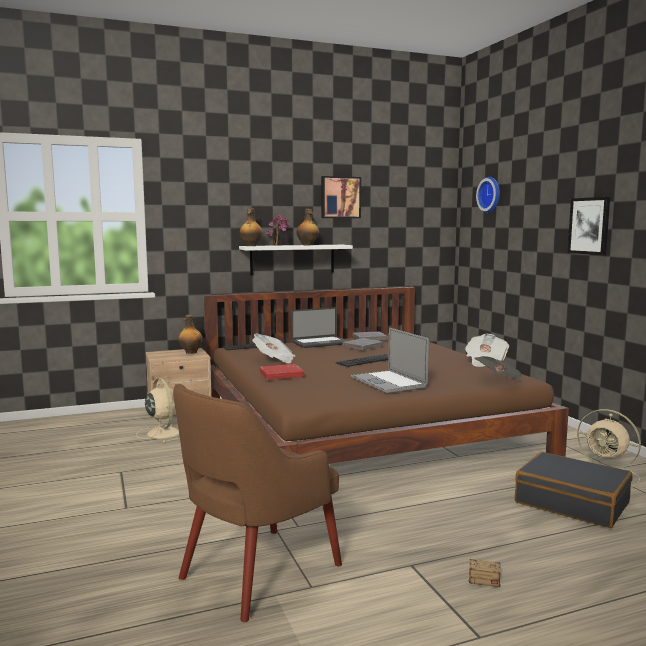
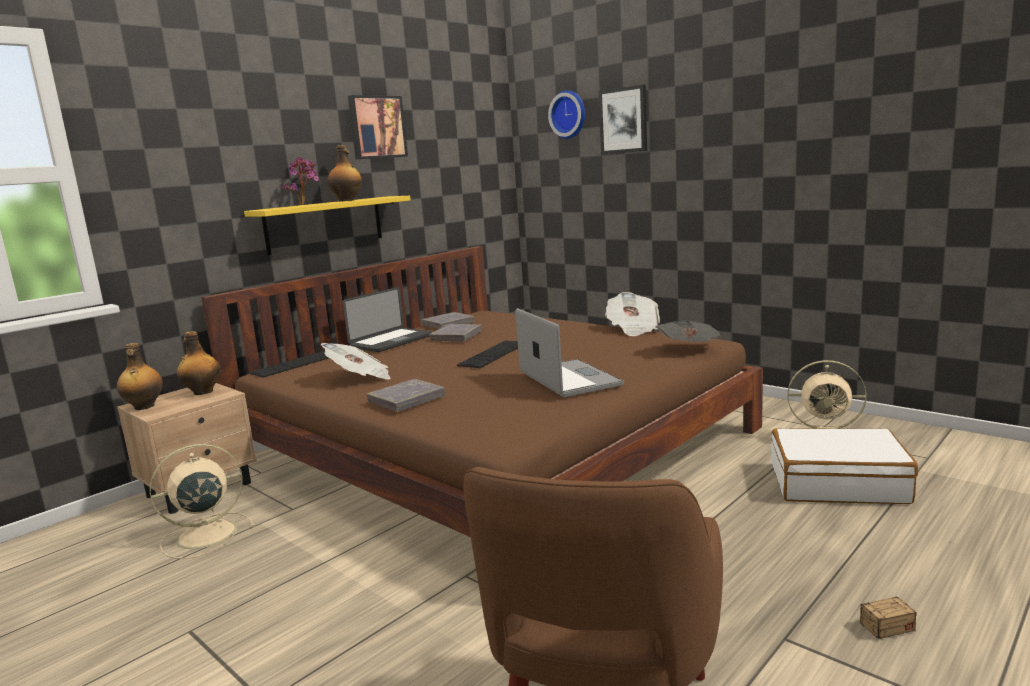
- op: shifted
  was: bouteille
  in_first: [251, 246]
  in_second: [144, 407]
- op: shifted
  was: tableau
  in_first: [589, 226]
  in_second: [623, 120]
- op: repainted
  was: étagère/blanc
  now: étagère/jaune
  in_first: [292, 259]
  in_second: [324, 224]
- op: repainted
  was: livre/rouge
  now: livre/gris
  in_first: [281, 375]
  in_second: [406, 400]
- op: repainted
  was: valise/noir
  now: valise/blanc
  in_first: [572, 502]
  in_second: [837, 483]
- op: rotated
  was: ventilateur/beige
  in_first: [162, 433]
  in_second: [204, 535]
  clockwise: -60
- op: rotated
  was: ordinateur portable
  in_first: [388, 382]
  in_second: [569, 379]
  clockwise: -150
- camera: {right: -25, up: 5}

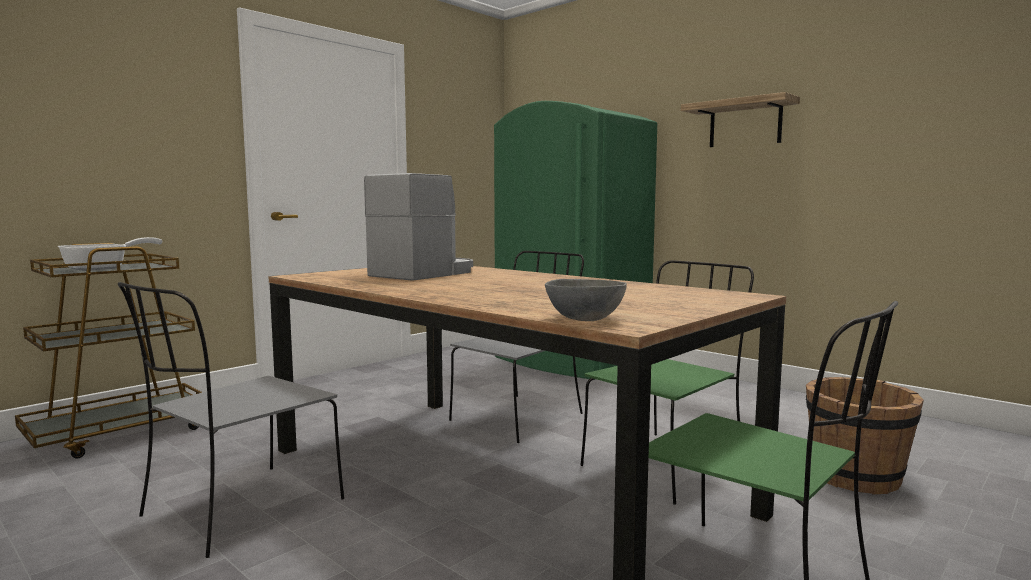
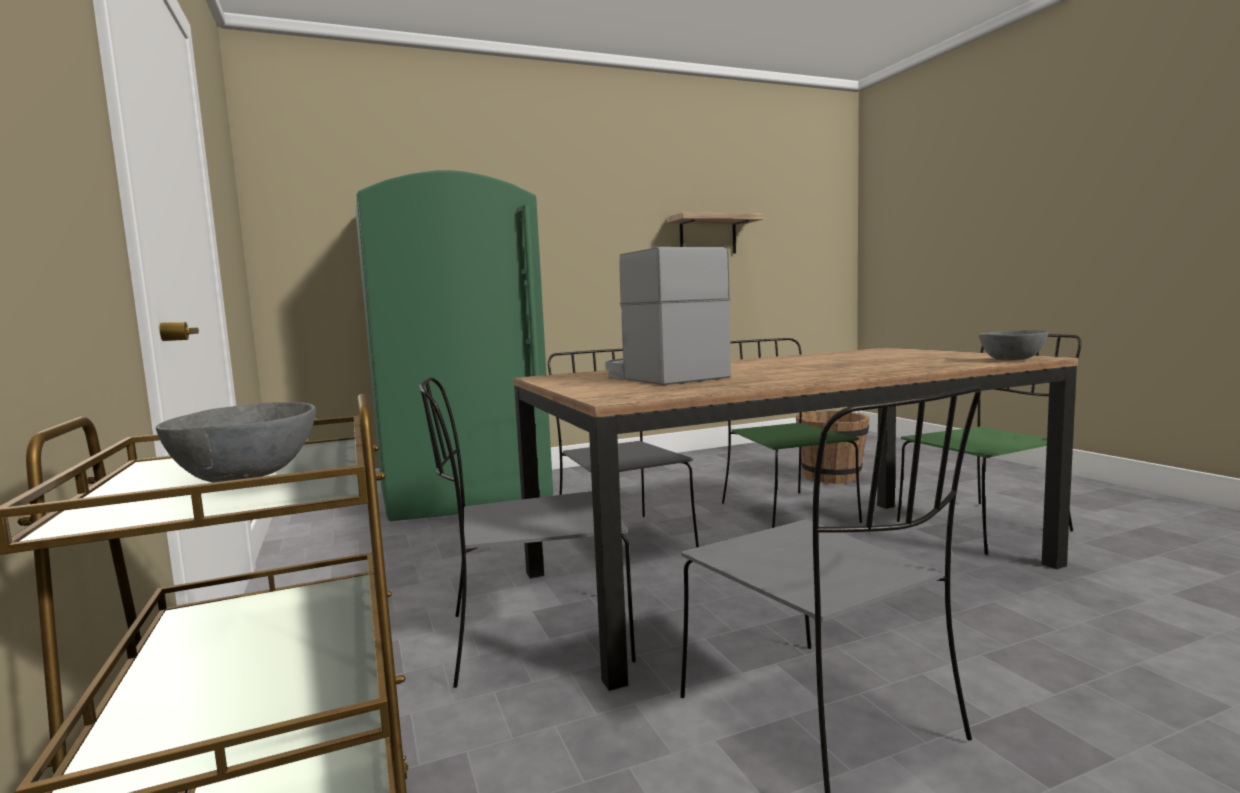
- op: new
  now: chaise/gris
  in_second: [532, 639]
- op: shifted
  was: étagère
  in_first: [745, 124]
  in_second: [707, 235]
- op: swapped
  was: poêle
  now: bol/gris
  in_first: [104, 268]
  in_second: [250, 476]
- camera: {right: -65, up: 0}

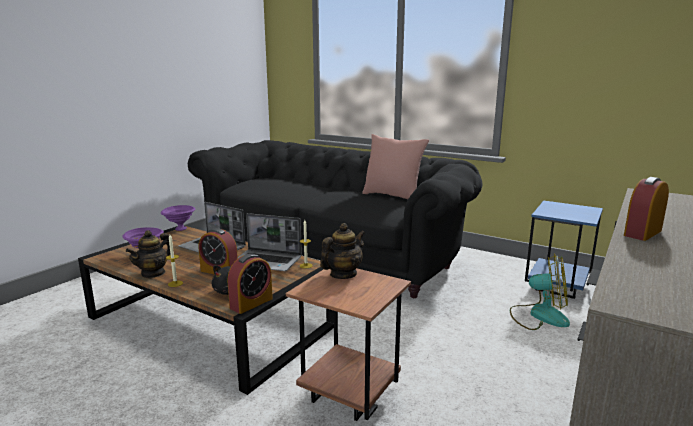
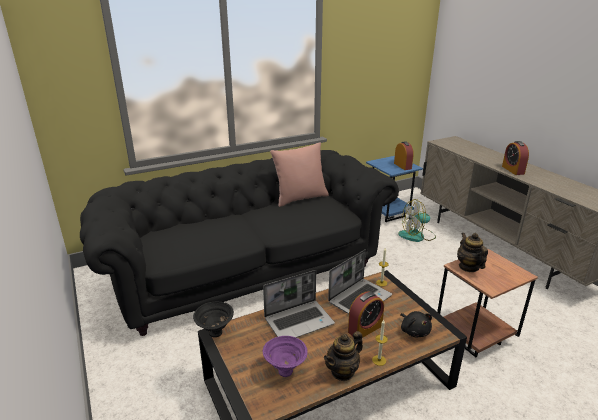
- op: shifted
  was: réveil
  in_first: [251, 303]
  in_second: [402, 166]
- op: repainted
  was: bol/violet
  now: bol/noir
  in_first: [180, 229]
  in_second: [216, 333]
- op: rotated
  was: théière
  in_first: [153, 273]
  in_second: [343, 371]
  clockwise: 75
- op: rotated
  was: ventilateur
  in_first: [539, 315]
  in_second: [417, 236]
  clockwise: -150
- camera: {right: -60, up: 10}

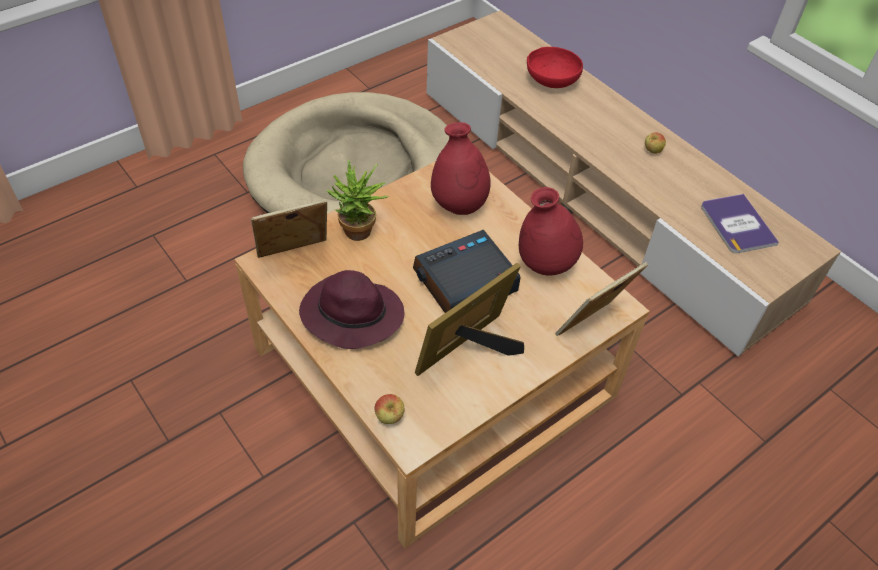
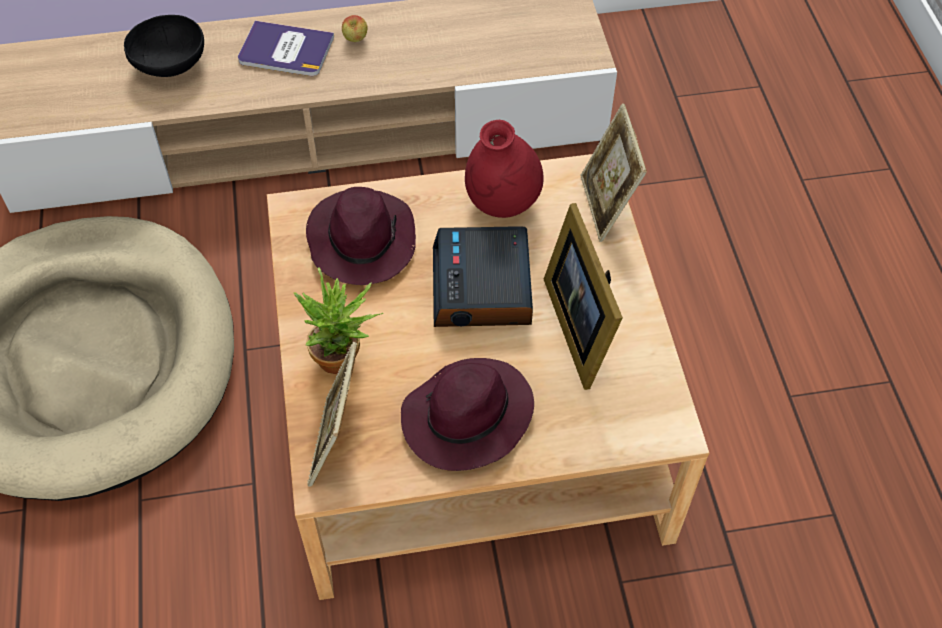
- op: gone
  was: pomme
  in_first: [389, 418]
- op: shifted
  was: livre
  in_first: [737, 224]
  in_second: [286, 50]
- op: swapped
  was: vase/rouge
  now: chapeau/violet
  in_first: [459, 205]
  in_second: [361, 240]
- op: repainted
  was: bol/rouge
  now: bol/noir
  in_first: [551, 82]
  in_second: [170, 65]
- camera: {right: -60, up: 5}

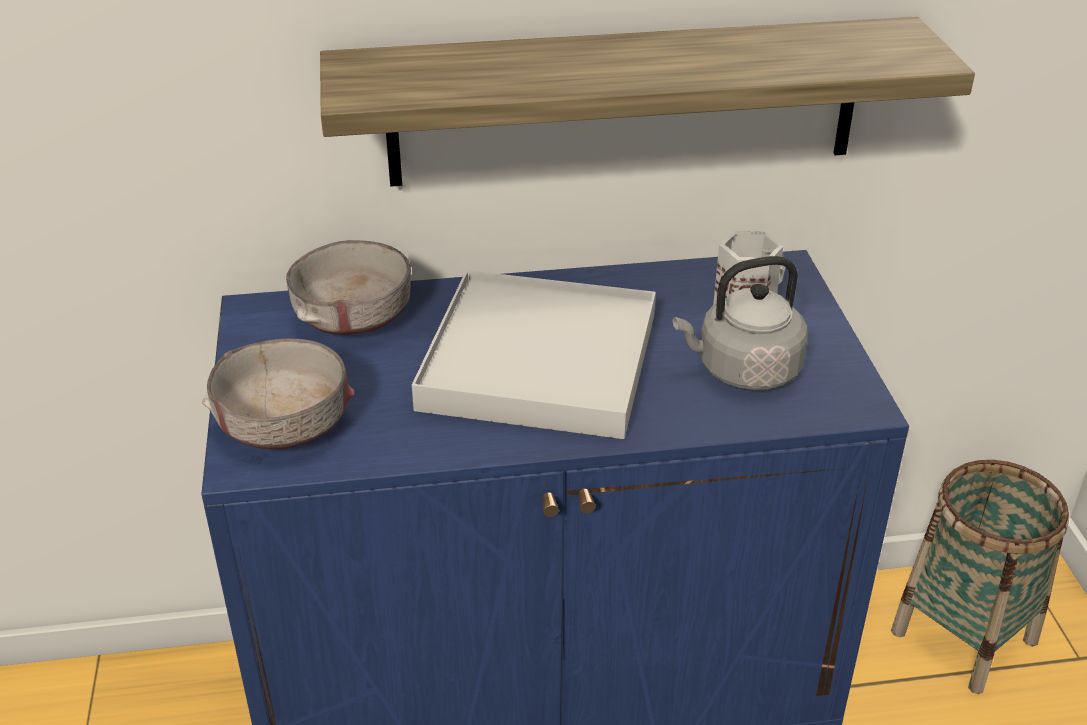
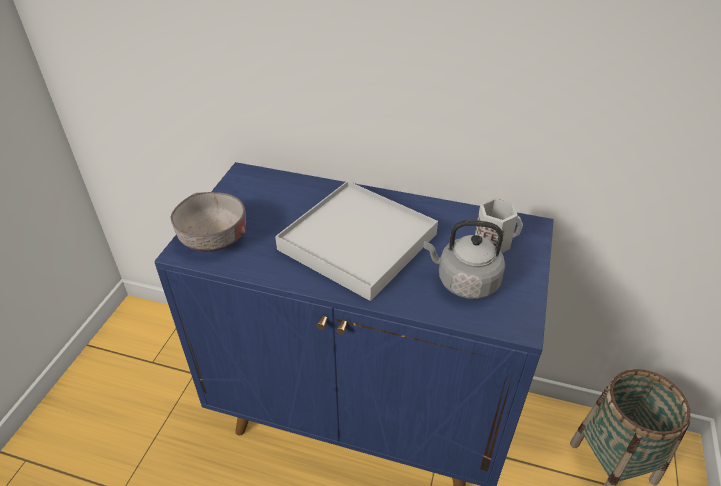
- op: gone
  was: bol/gris
  in_first: [354, 317]
- op: gone
  was: étagère
  in_first: [624, 102]
- camera: {right: 25, up: 5}

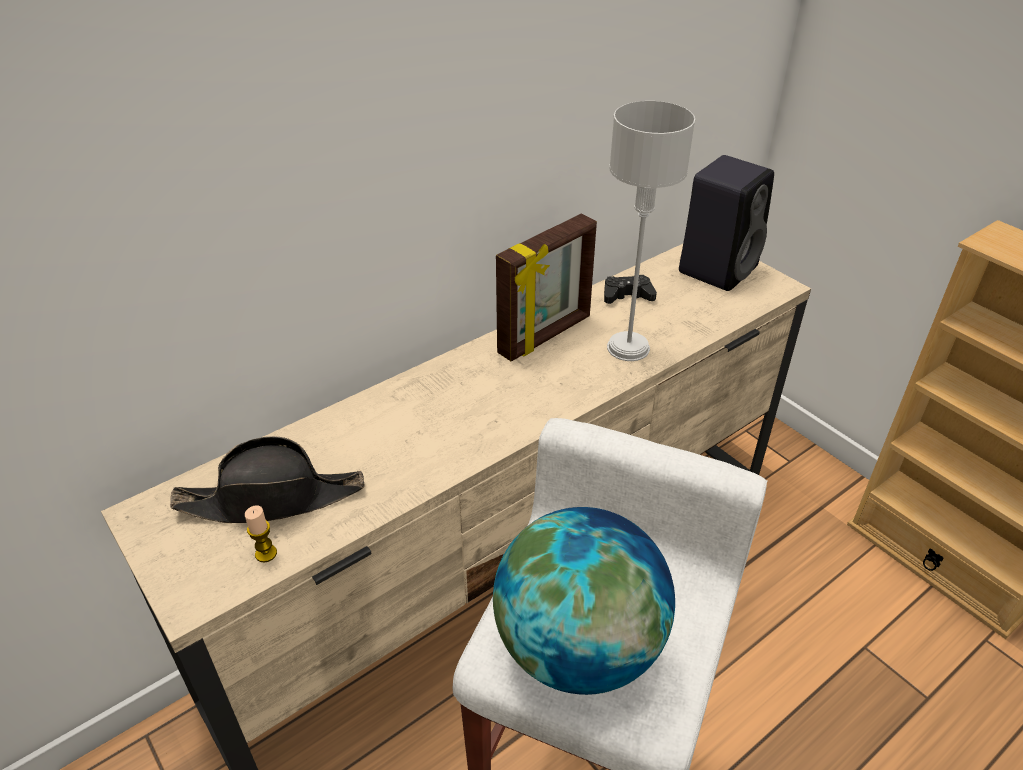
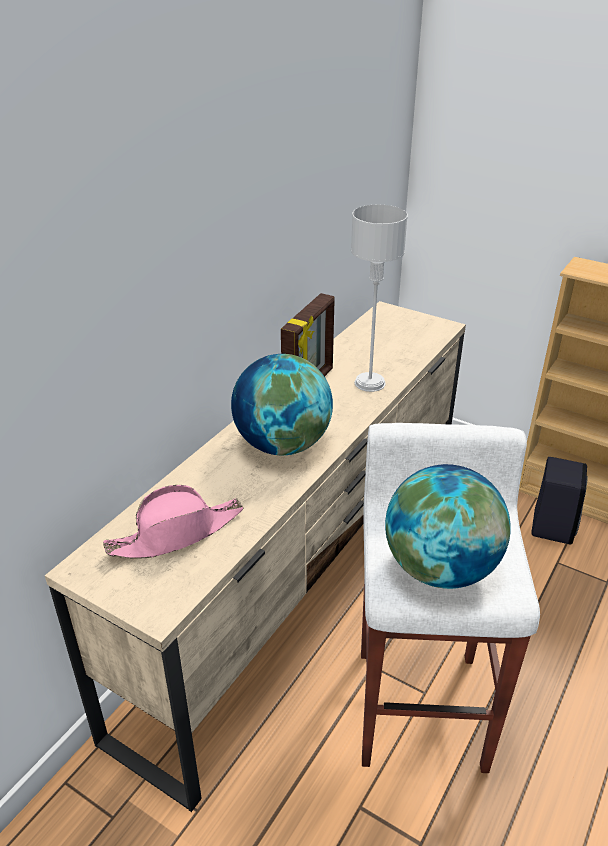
- op: gone
  was: bougie
  in_first: [266, 553]
- op: gone
  was: manette/noir
  in_first: [627, 295]
- op: new
  now: globe
  in_second: [283, 444]
- op: shifted
  was: enceinte/noir
  in_first: [718, 268]
  in_second: [552, 525]
- op: repainted
  was: chapeau/noir
  now: chapeau/rose
  in_first: [272, 499]
  in_second: [177, 533]
- camera: {right: -20, up: -5}

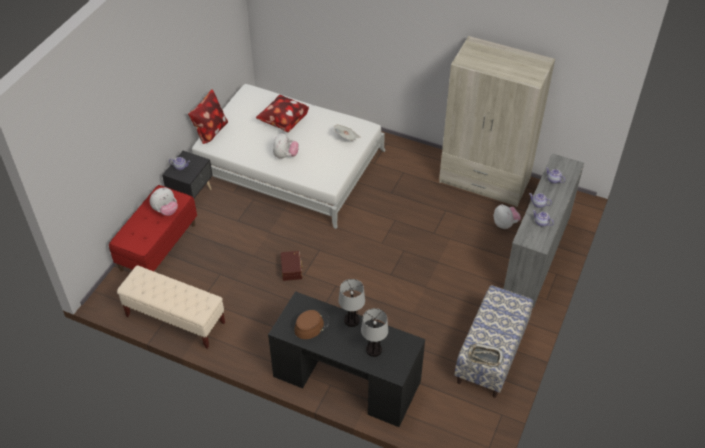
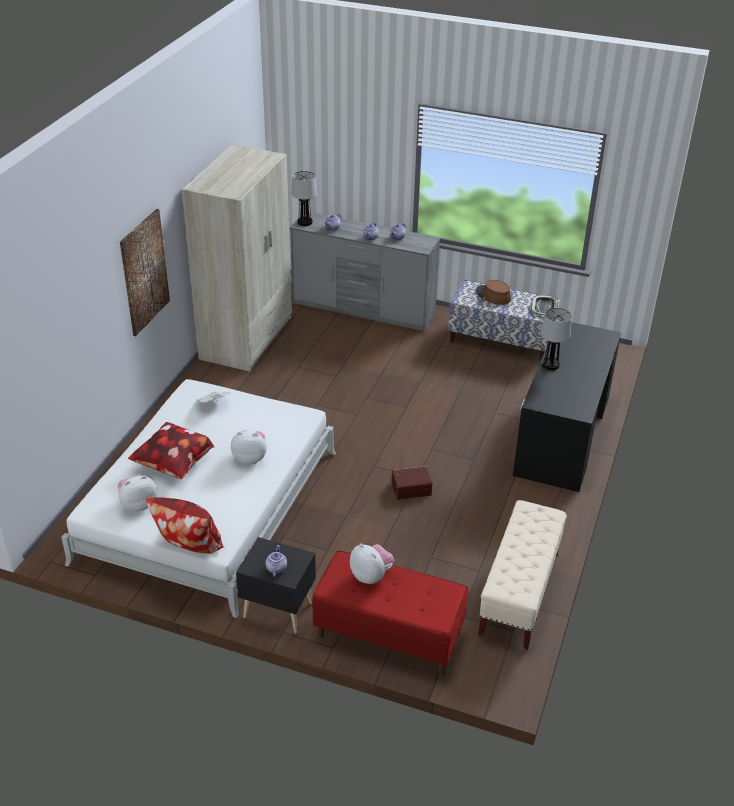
- op: new
  now: tableau
  in_second: [144, 272]
- op: shifted
  was: chapeau/marron
  in_first: [311, 325]
  in_second: [493, 295]
- op: shifted
  was: lampe de table
  in_first: [374, 350]
  in_second: [304, 222]
- op: shifted
  was: peluche
  in_first: [505, 224]
  in_second: [138, 504]
- camera: {right: -95, up: -10}

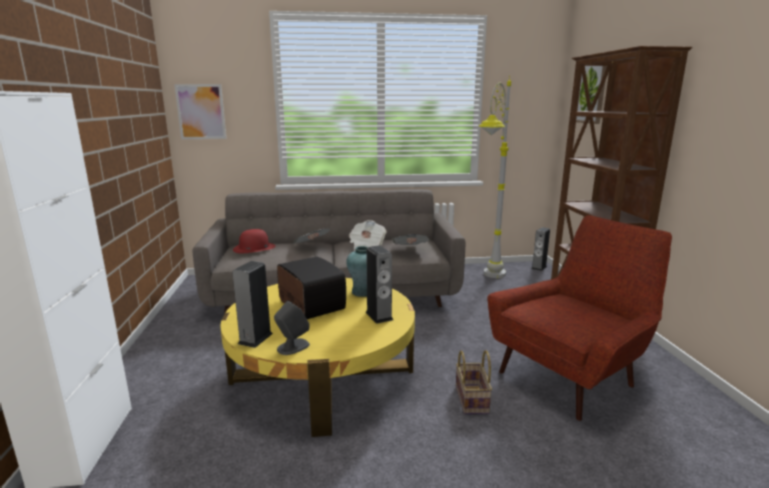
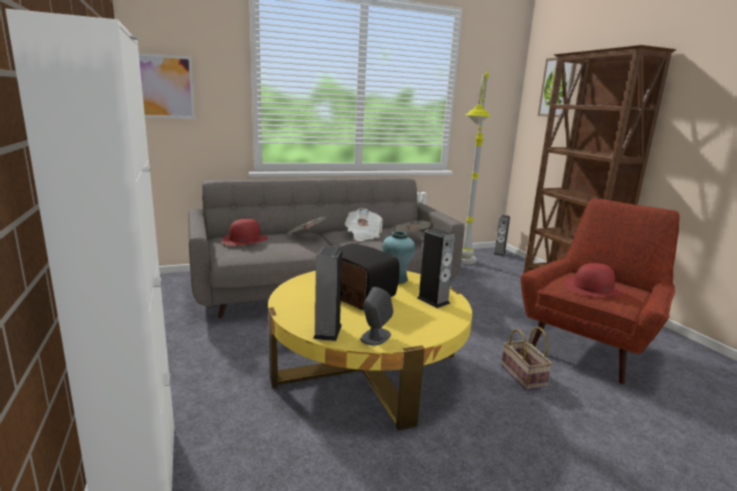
- op: new
  now: chapeau/rouge
  in_second: [593, 288]
- camera: {right: -15, up: 0}

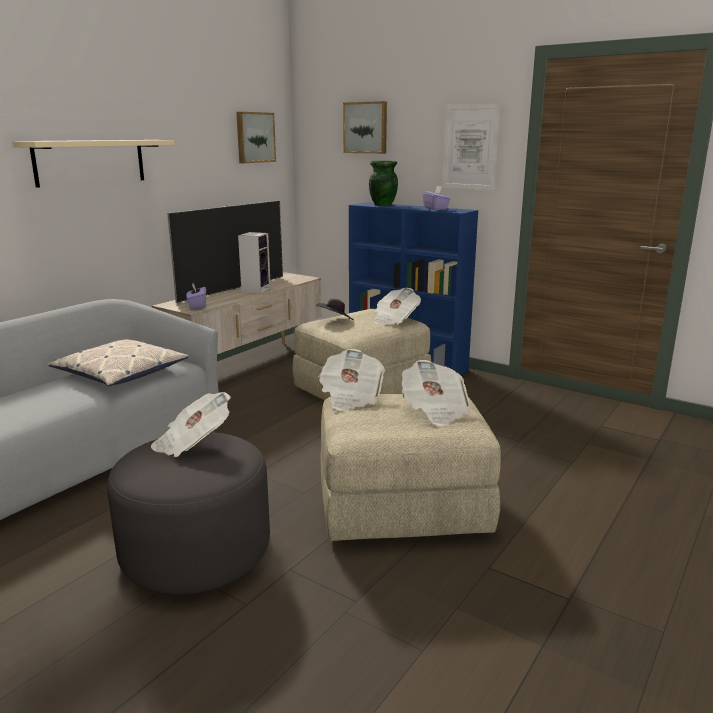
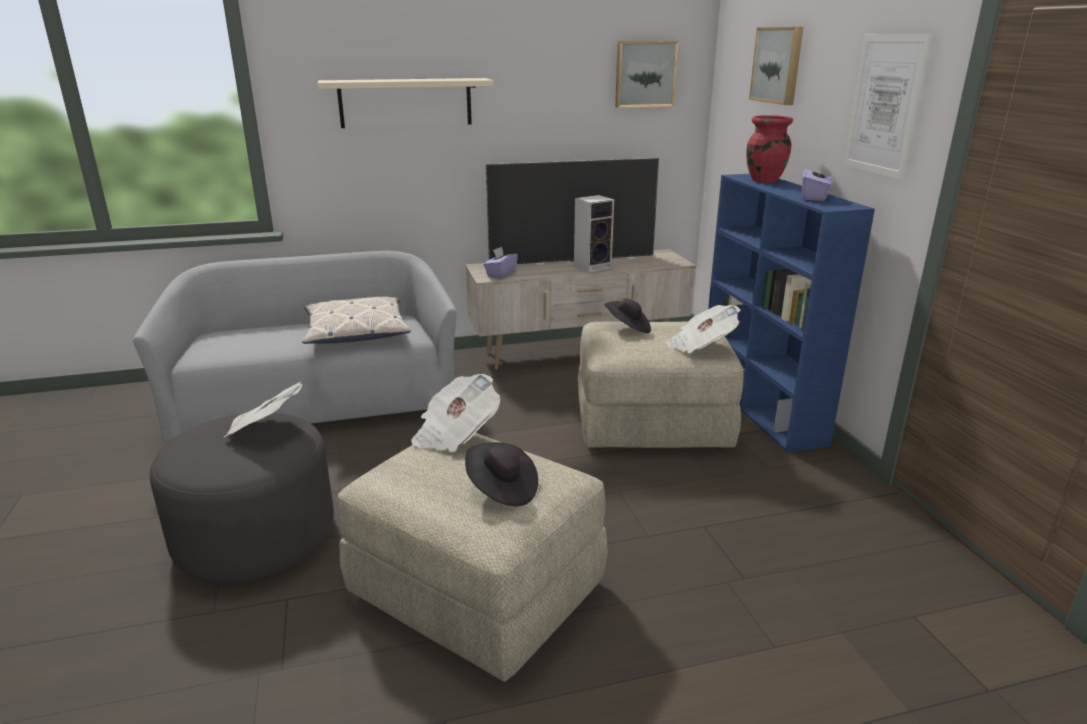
- op: swapped
  was: journal
  now: chapeau/noir
  in_first: [435, 410]
  in_second: [501, 489]
- op: repainted
  was: vase/vert
  now: vase/rouge
  in_first: [382, 205]
  in_second: [764, 180]
- camera: {right: 40, up: 5}

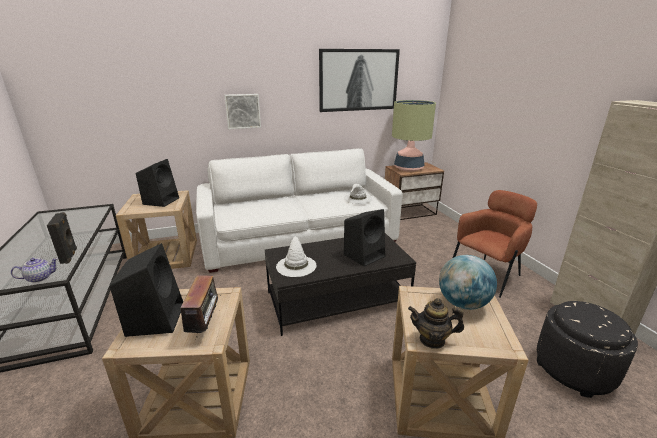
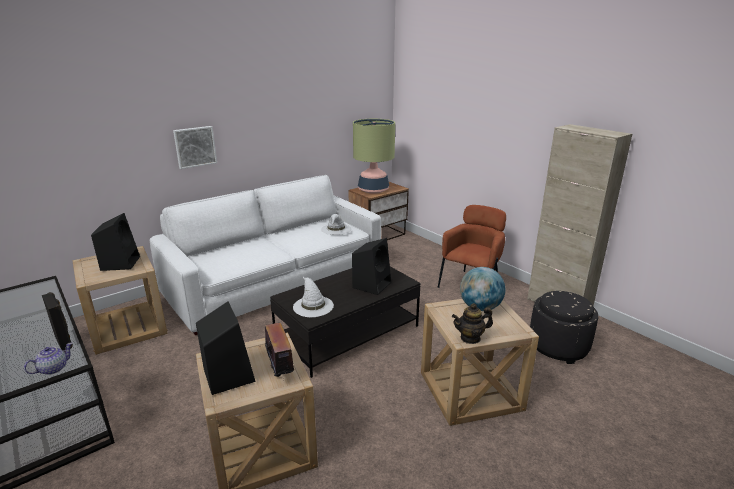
- op: gone
  was: tableau
  in_first: [359, 80]
- camera: {right: -20, up: 0}

